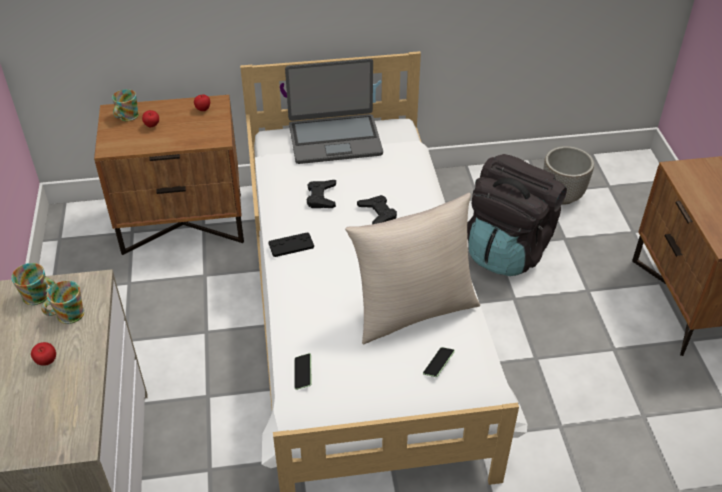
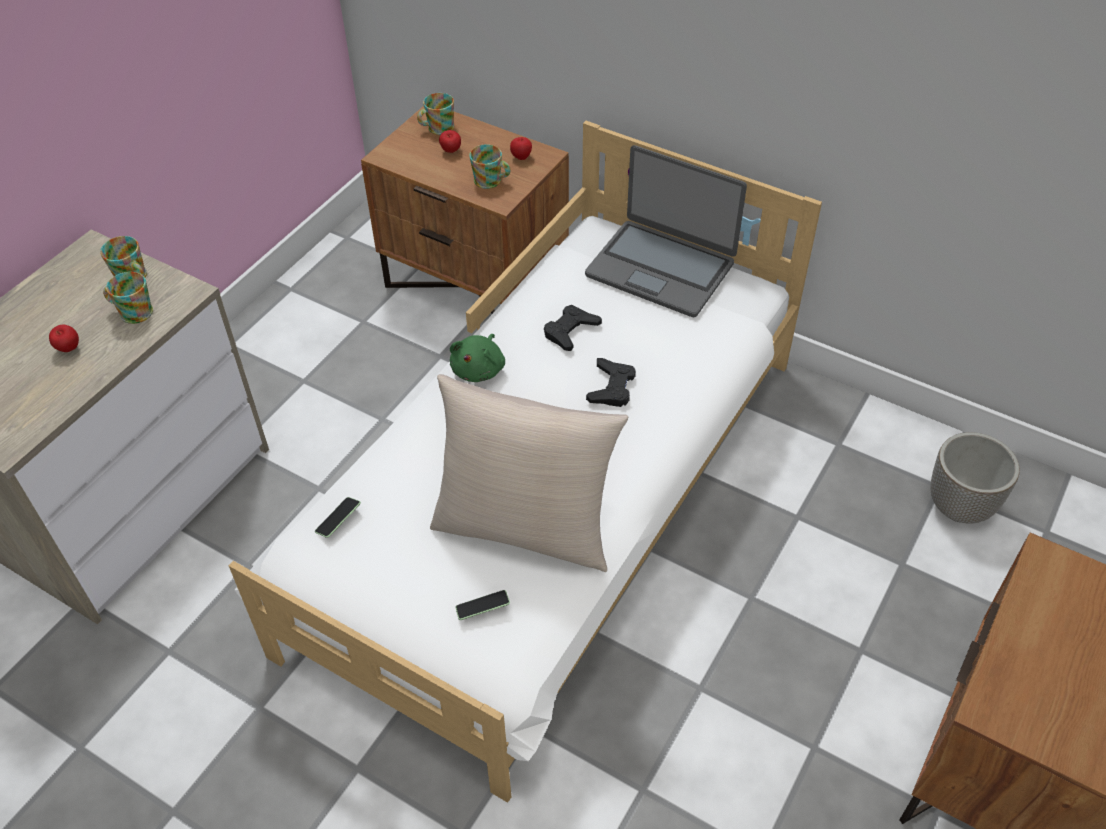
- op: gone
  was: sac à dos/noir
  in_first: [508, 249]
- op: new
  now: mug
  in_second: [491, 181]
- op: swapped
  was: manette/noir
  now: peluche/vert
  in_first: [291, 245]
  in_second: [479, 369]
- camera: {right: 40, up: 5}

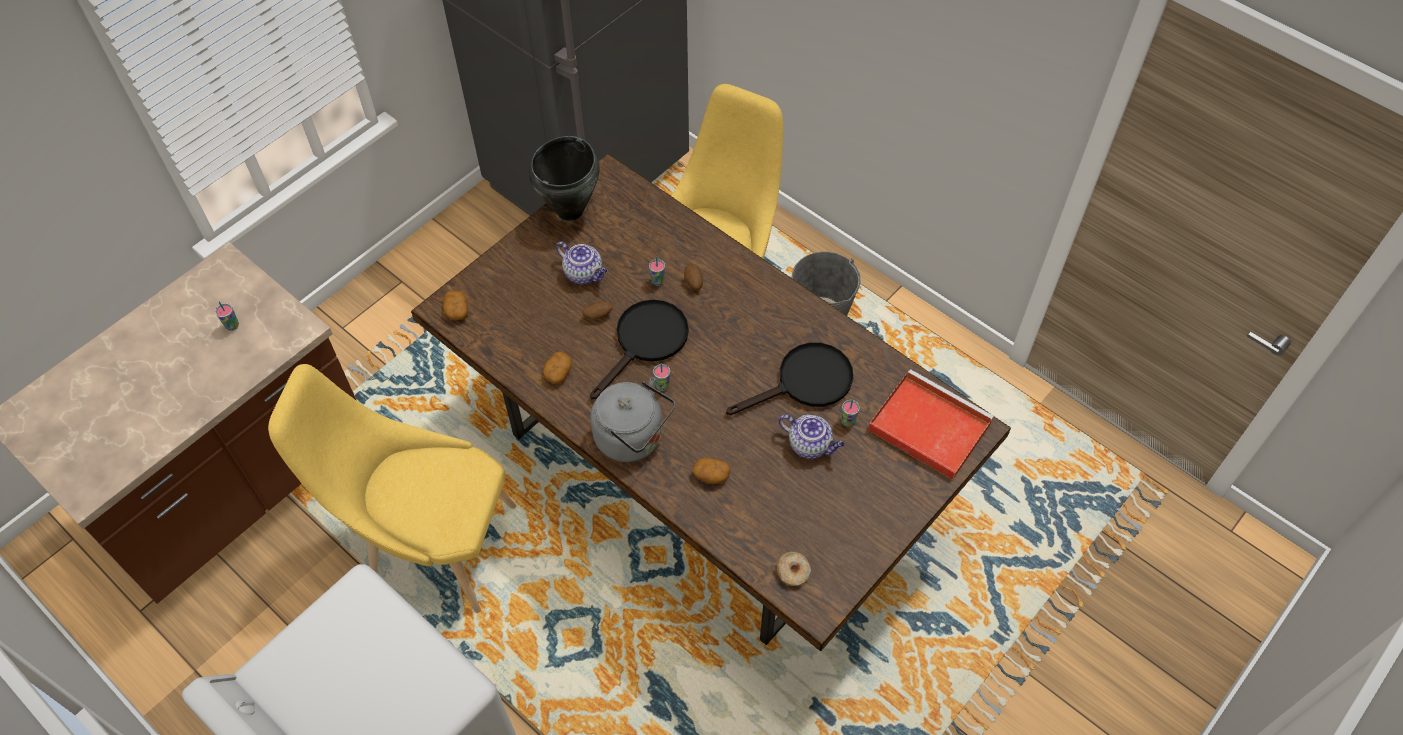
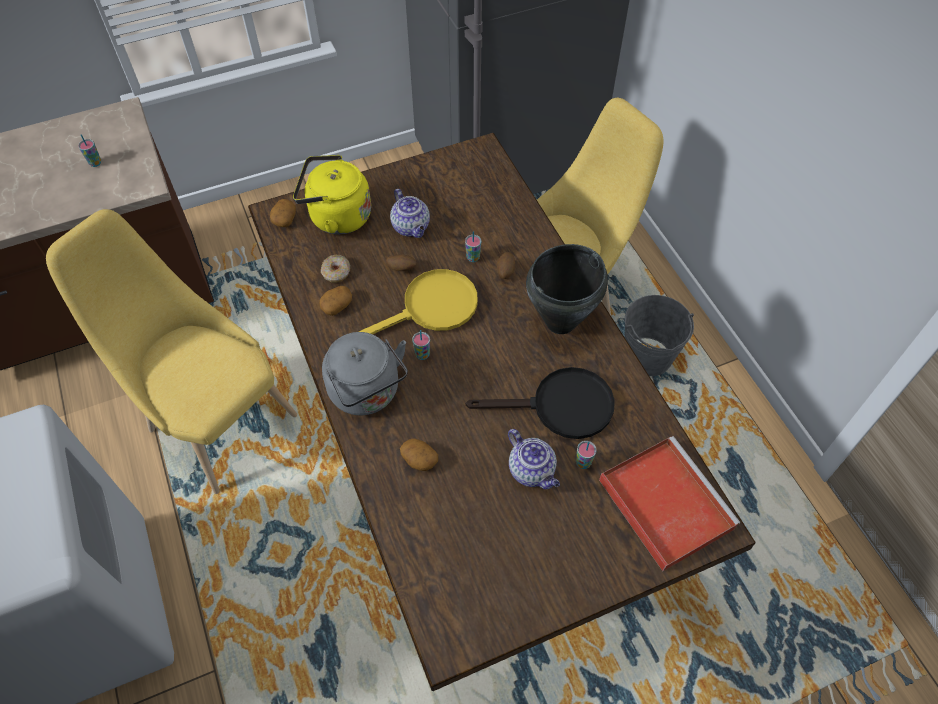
- op: new
  now: bouilloire/jaune
  in_second: [336, 217]
- op: shifted
  was: marmite/noir
  in_first: [570, 210]
  in_second: [561, 322]
- op: shifted
  was: beignet
  in_first: [793, 572]
  in_second: [336, 272]
- op: repainted
  was: poêle/noir
  now: poêle/jaune
  in_first: [646, 342]
  in_second: [431, 308]
- camera: {right: 25, up: 0}

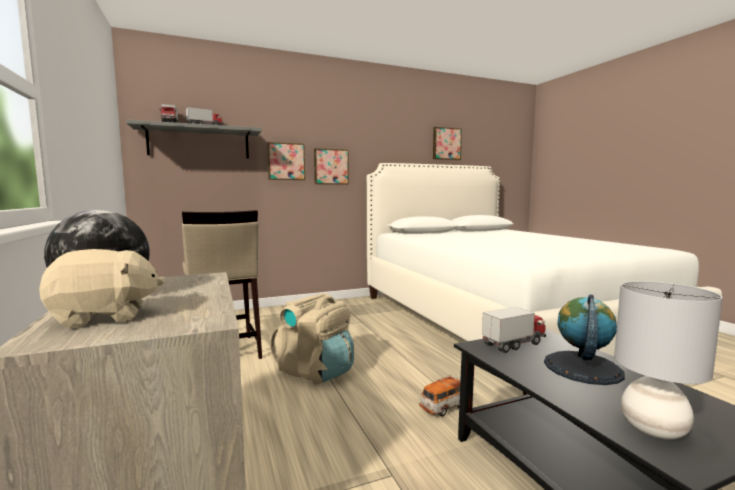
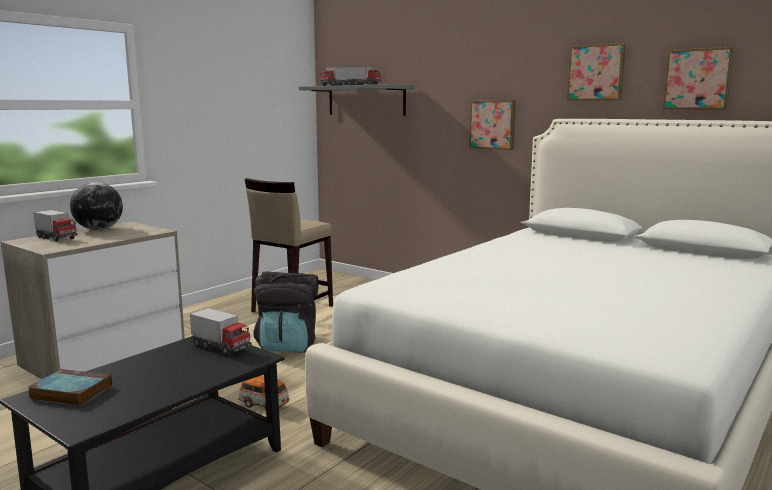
- op: gone
  was: globe
  in_first: [582, 367]
- op: shifted
  was: tableau
  in_first: [286, 161]
  in_second: [596, 72]
- op: swapped
  was: peluche/beige
  now: camion jouet
  in_first: [105, 317]
  in_second: [57, 238]
- op: swapped
  was: lampe de table/gris
  now: livre
  in_first: [654, 429]
  in_second: [69, 392]
- op: repainted
  was: sac à dos/beige
  now: sac à dos/noir
  in_first: [315, 371]
  in_second: [288, 345]
- camera: {right: 60, up: 5}

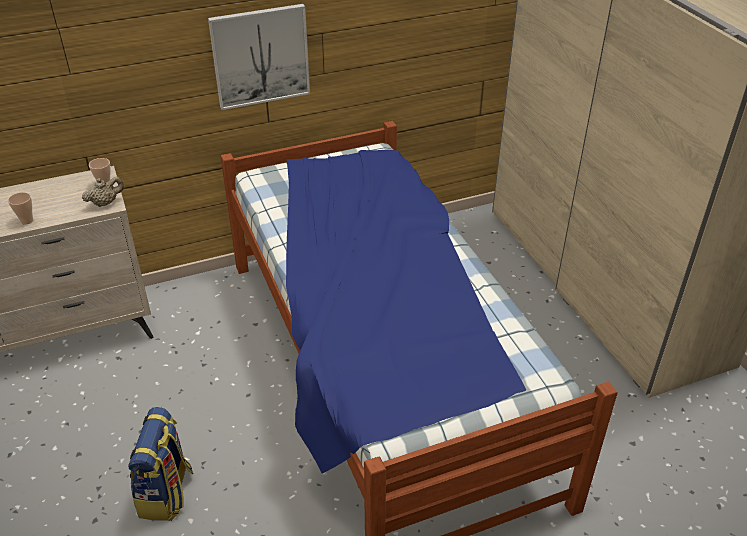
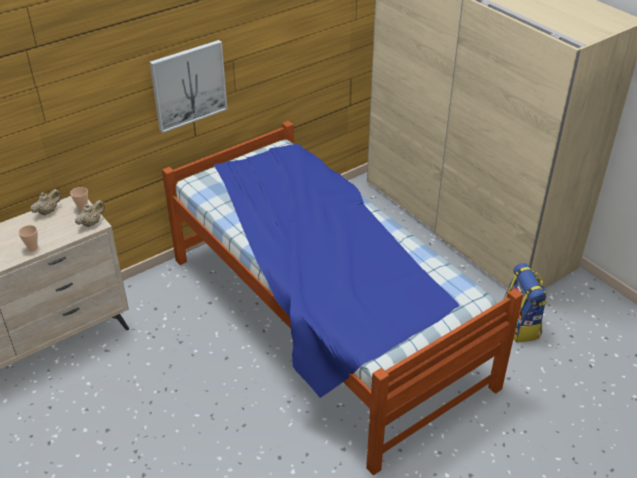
- op: new
  now: théière/beige
  in_second: [48, 211]
- op: shifted
  was: sac à dos
  in_first: [166, 493]
  in_second: [521, 326]
- camera: {right: -15, up: 0}

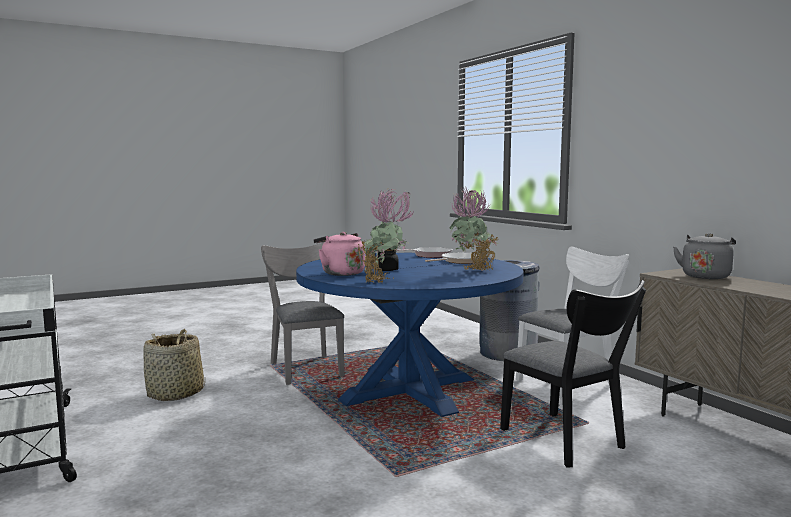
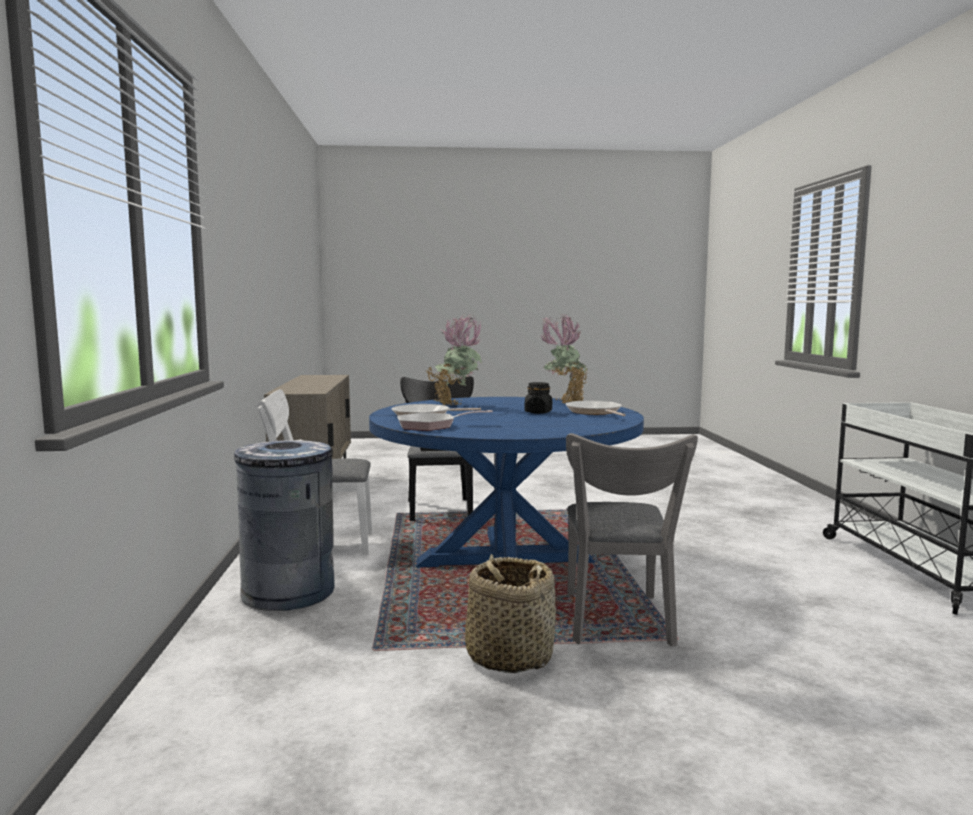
- op: gone
  was: bouilloire/gris
  in_first: [705, 276]
- op: shifted
  was: panier
  in_first: [175, 394]
  in_second: [509, 655]
- op: swapped
  was: bouilloire/rose
  now: poêle
  in_first: [340, 273]
  in_second: [595, 412]
- camera: {right: -155, up: 0}

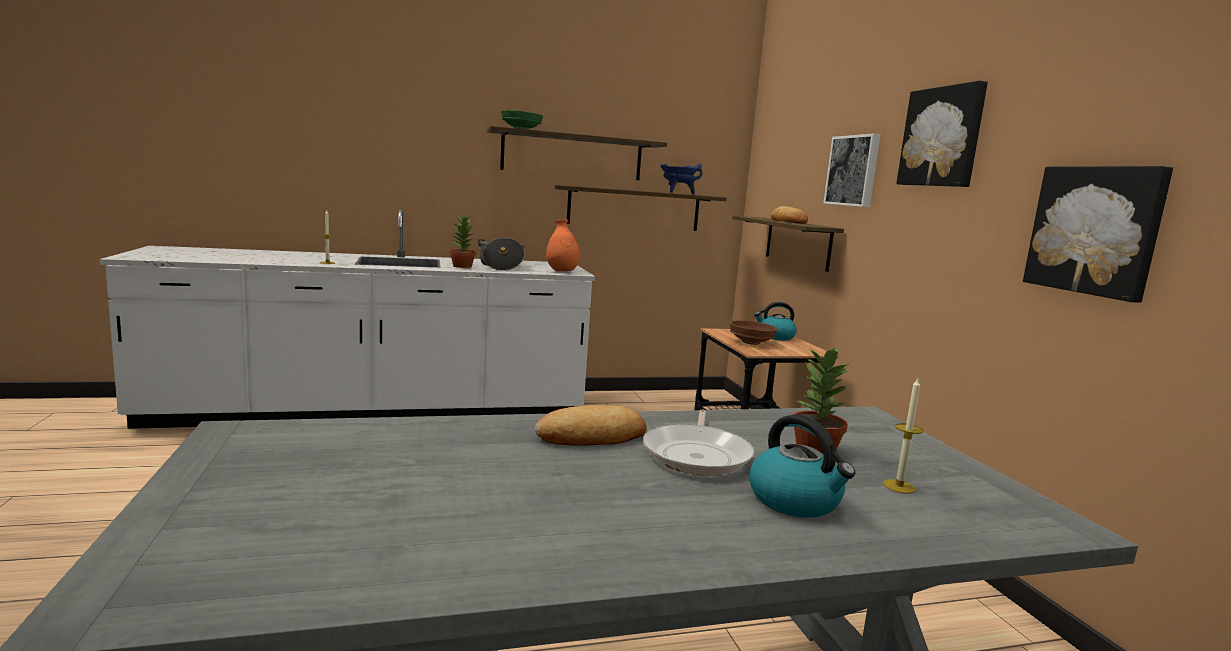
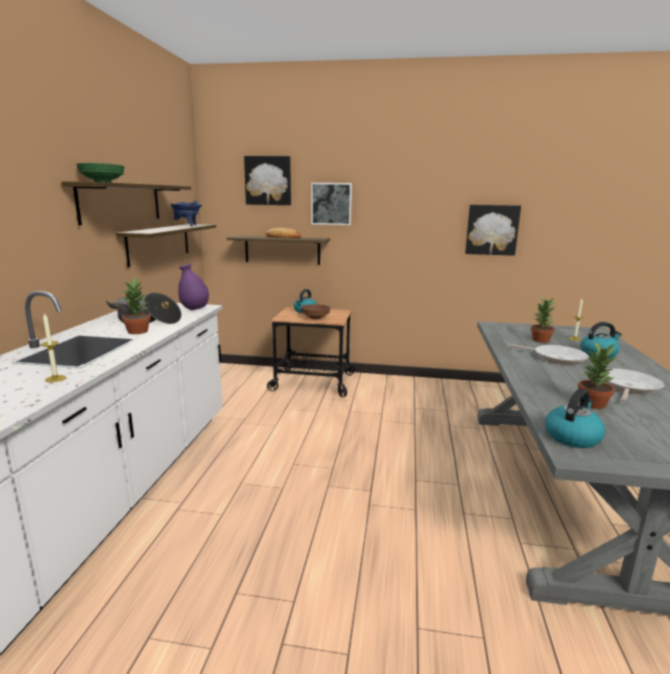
- op: gone
  was: pain
  in_first: [592, 436]
- op: new
  now: bouilloire
  in_second: [572, 436]
- op: new
  now: plante en pot
  in_second: [593, 404]
- op: new
  now: poêle
  in_second: [627, 386]
- op: shifted
  was: tableau
  in_first: [942, 137]
  in_second: [268, 181]
- op: repainted
  was: vase/orange
  now: vase/violet
  in_first: [561, 271]
  in_second: [194, 309]
- camera: {right: -65, up: 5}

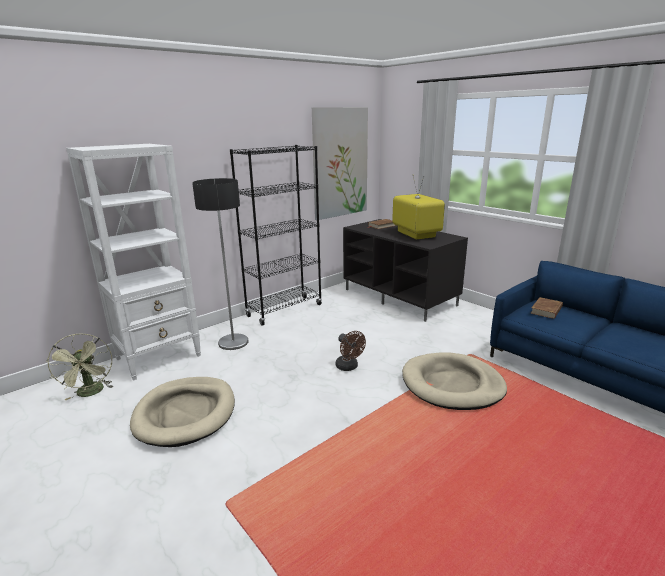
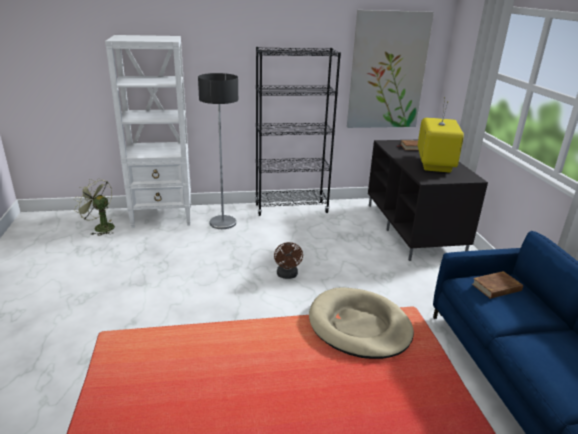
- op: gone
  was: panier pour chien/beige
  in_first: [186, 413]
- op: rotated
  was: ventilateur/vert
  in_first: [91, 393]
  in_second: [100, 227]
  clockwise: 105
- camera: {right: 30, up: 5}

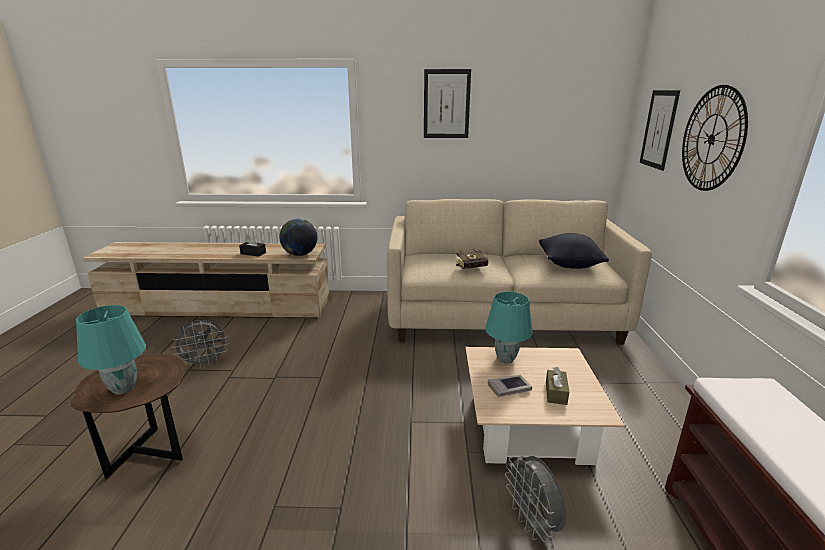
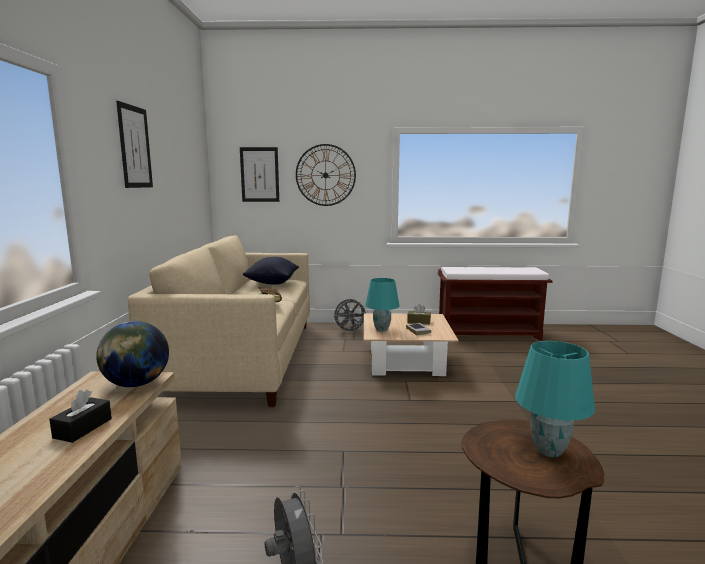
- op: shifted
  was: ventilateur/gris
  in_first: [532, 524]
  in_second: [350, 331]
- camera: {right: -90, up: -10}

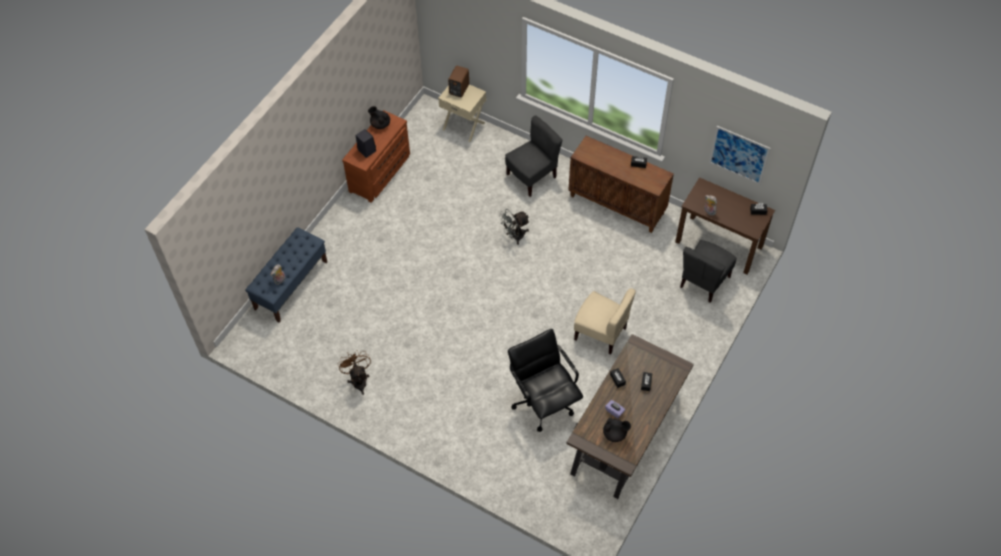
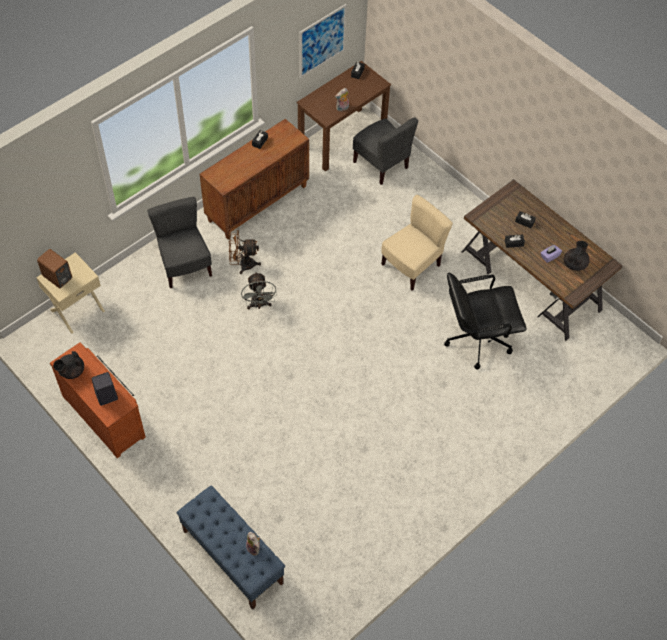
- op: shifted
  was: ventilateur/marron
  in_first: [358, 380]
  in_second: [243, 264]
- camera: {right: -75, up: 0}

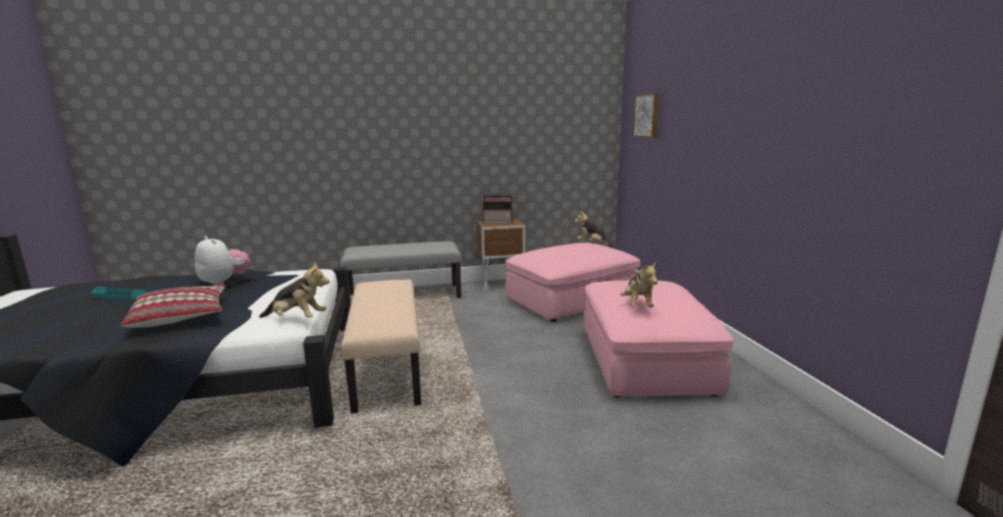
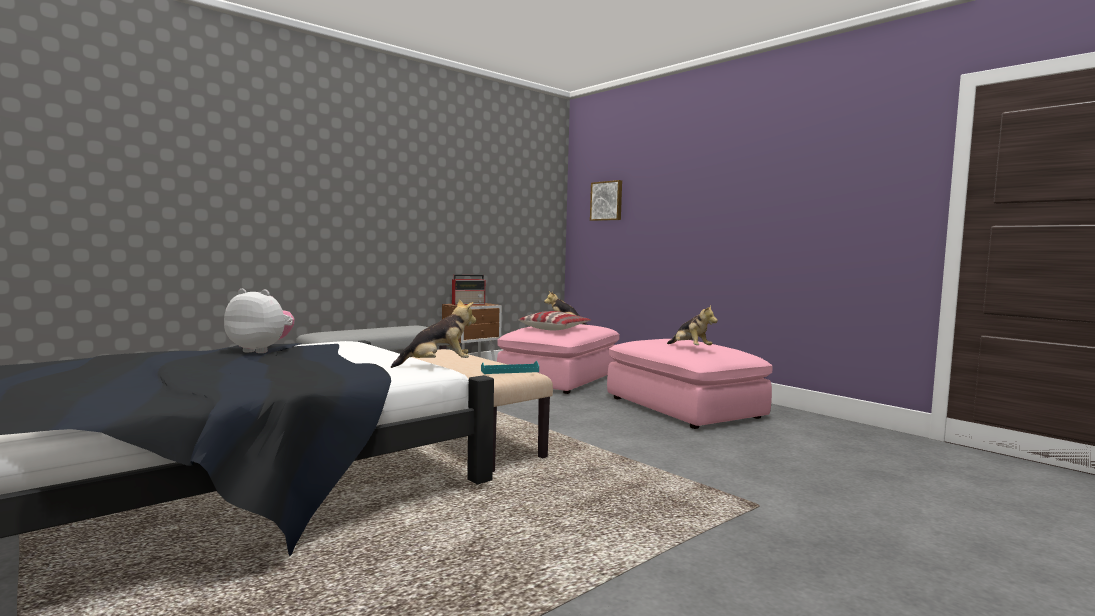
- op: shifted
  was: plateau/turquoise
  in_first: [119, 295]
  in_second: [510, 371]
- op: shifted
  was: coussin
  in_first: [181, 316]
  in_second: [554, 328]
- camera: {right: -30, up: -10}

